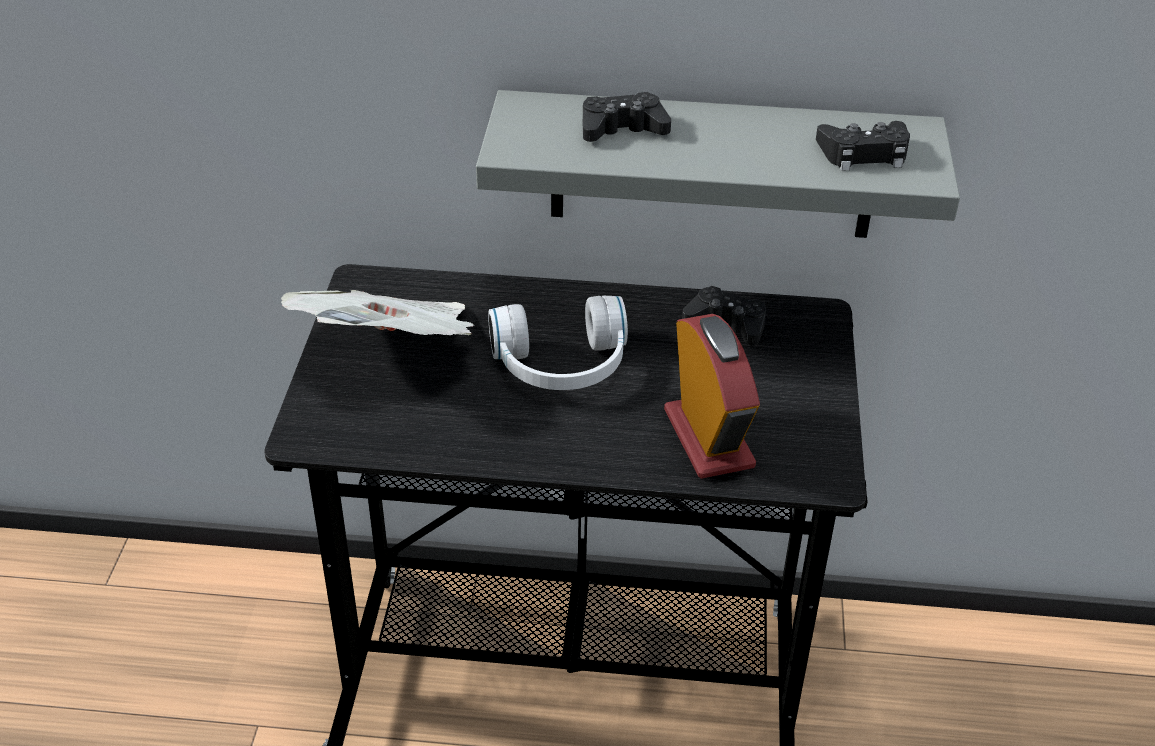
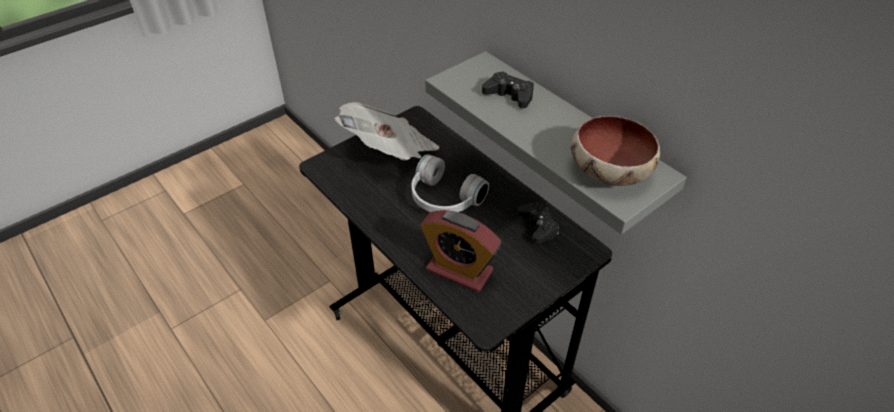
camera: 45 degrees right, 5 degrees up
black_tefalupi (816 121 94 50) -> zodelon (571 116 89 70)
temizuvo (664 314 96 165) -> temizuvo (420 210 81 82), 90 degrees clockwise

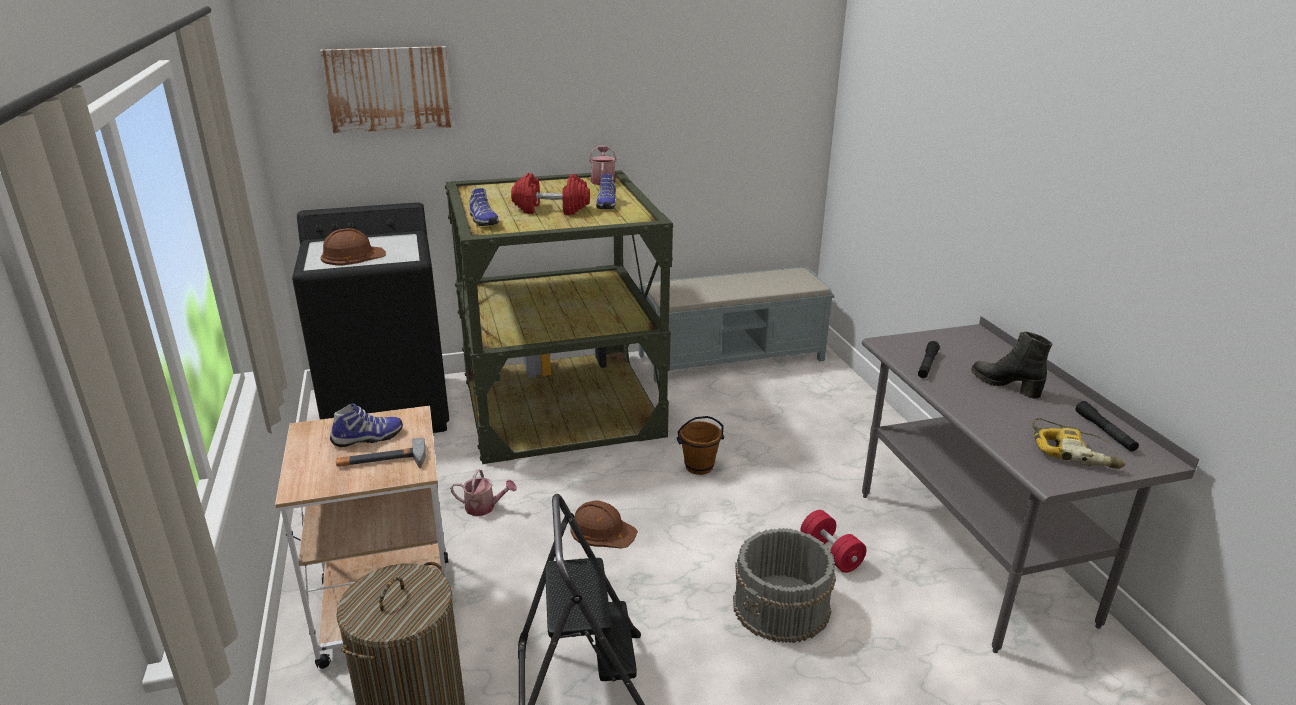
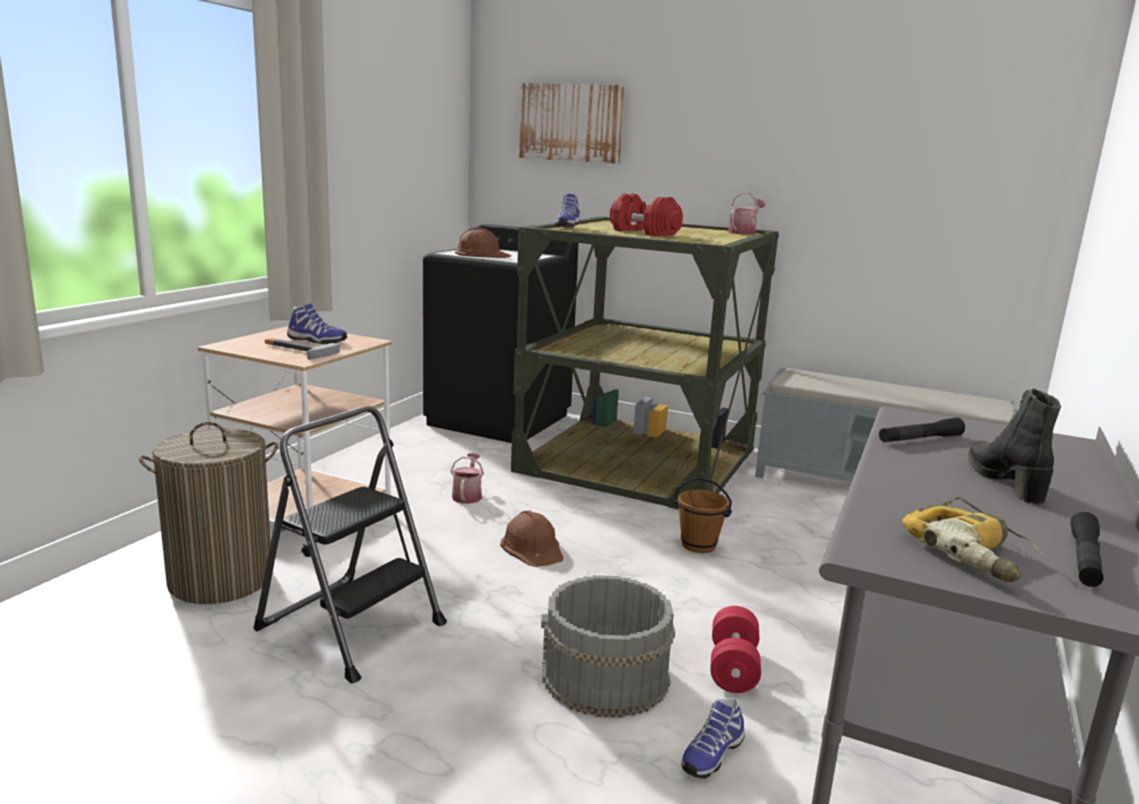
camera: 40 degrees right, 10 degrees down
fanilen (596 174 20 35) -> fanilen (681 698 64 81), shifted
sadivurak (450 469 67 47) -> sadivurak (451 453 33 51), 135 degrees counterclockwise

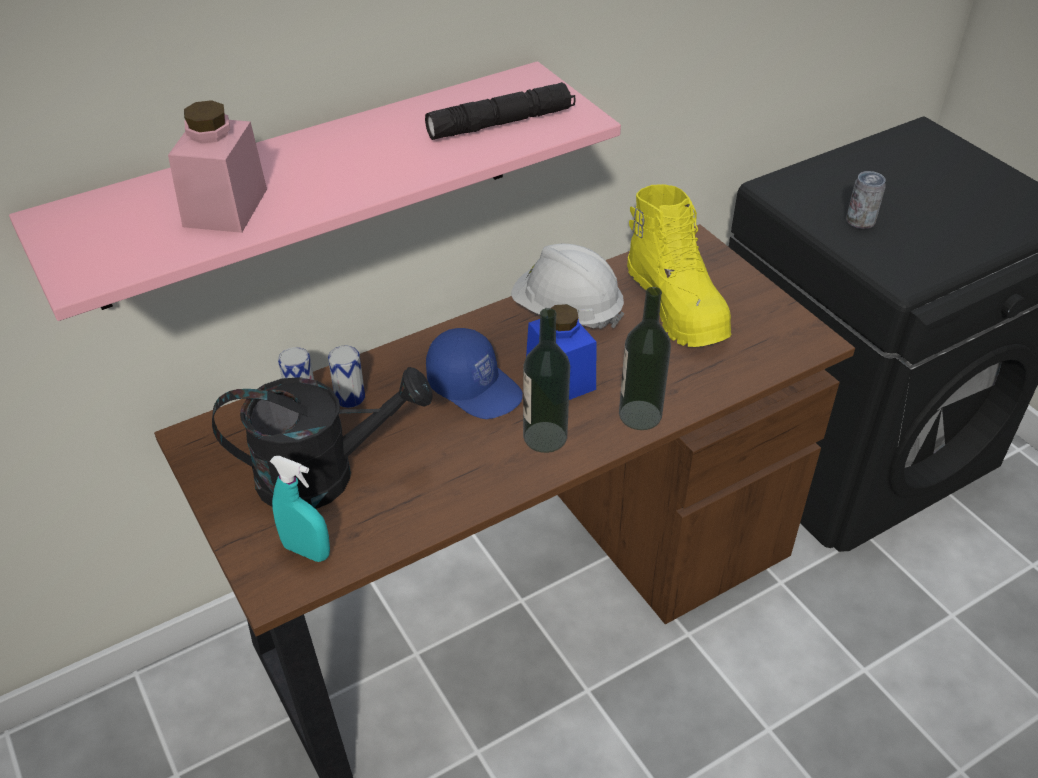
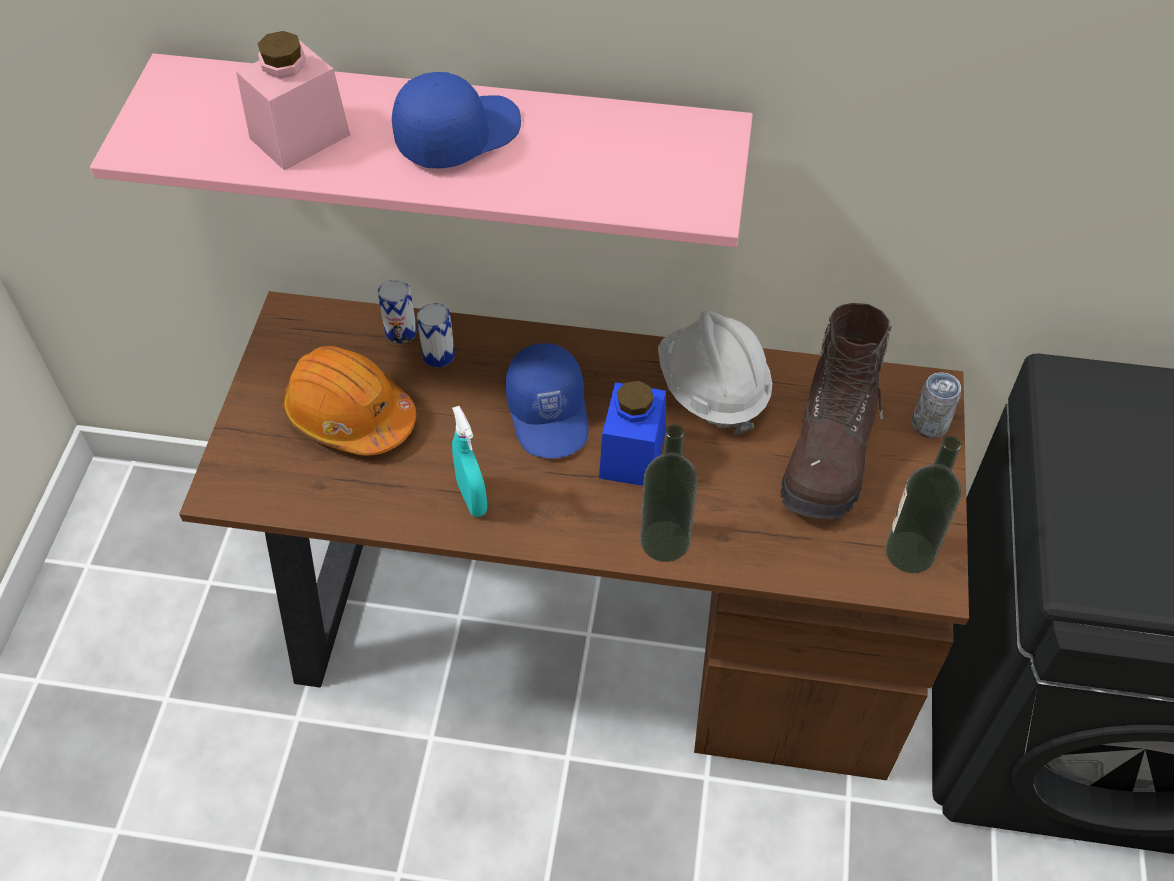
camera: 40 degrees right, 10 degrees up
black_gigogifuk (425 82 151 58) -> none
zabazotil (846 171 40 58) -> zabazotil (912 372 49 67), shifted
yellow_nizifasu (627 184 104 163) -> brown_nizifasu (780 303 112 216)
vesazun (523 308 47 145) -> vesazun (885 436 76 137), shifted
black_sadivurak (212 367 221 142) -> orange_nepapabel (282 346 134 109)
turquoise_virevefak (270 456 60 106) -> turquoise_virevefak (452 406 35 111), shifted
none -> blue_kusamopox (392 72 129 96)

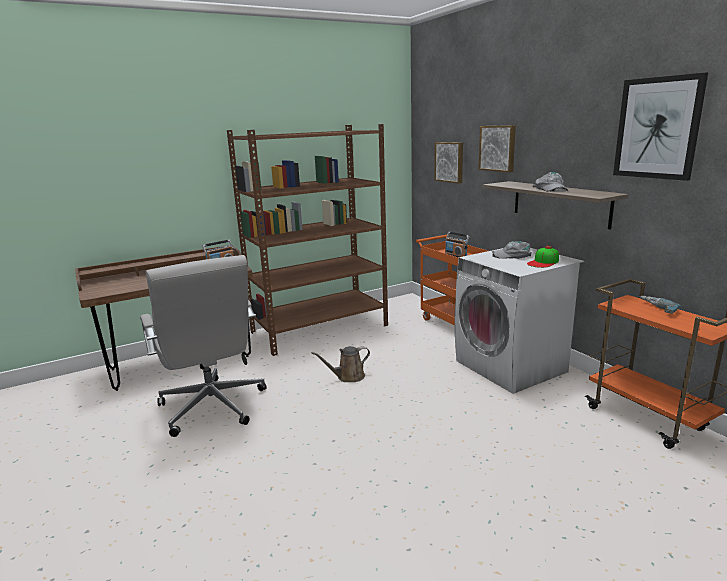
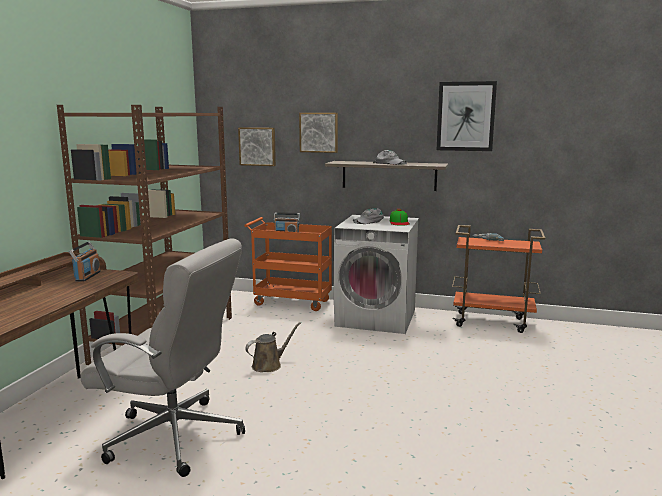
camera: 45 degrees left, 5 degrees down
brown_sadivurak (312 346 58 36) -> brown_sadivurak (245 322 56 50), 150 degrees counterclockwise

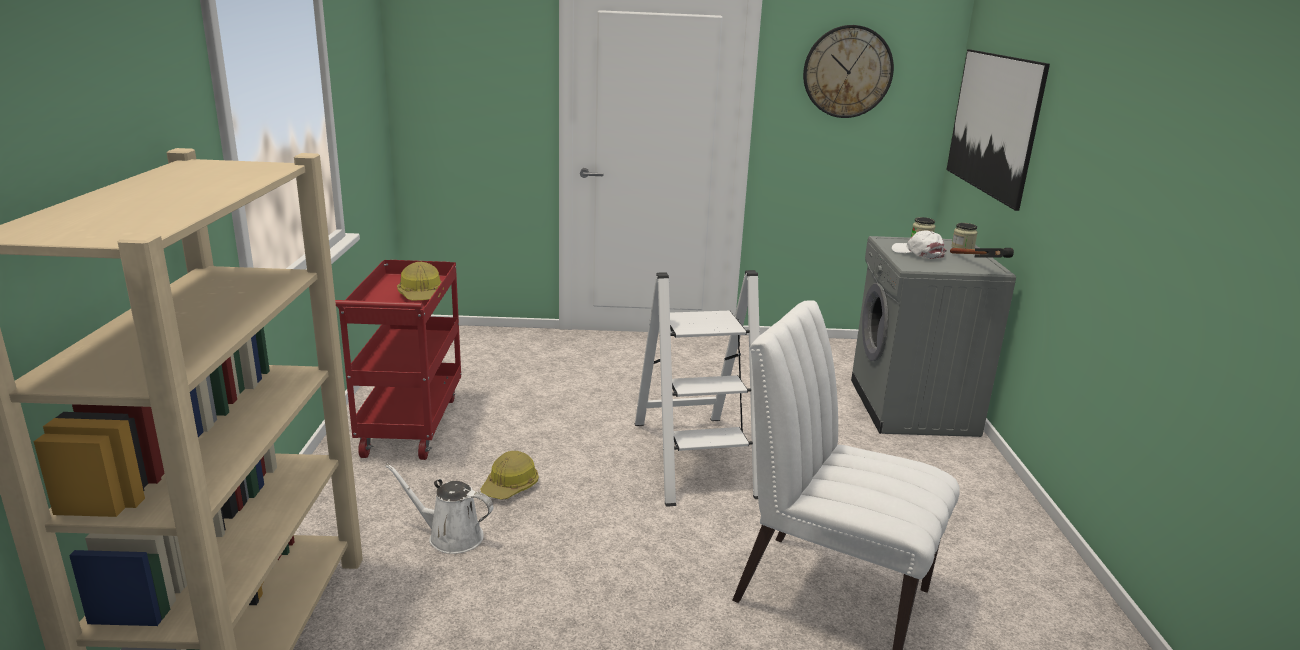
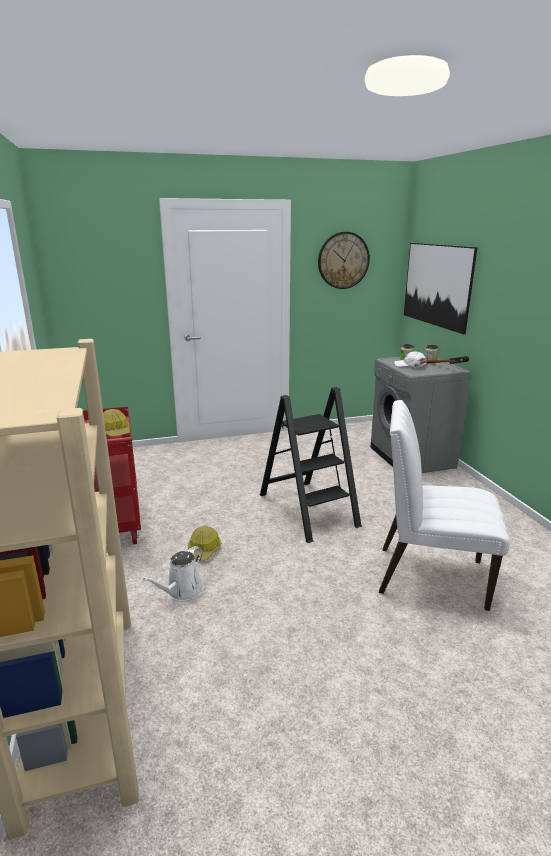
camera: 15 degrees left, 0 degrees up
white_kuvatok (635 270 125 237) -> black_kuvatok (260 387 102 156)
white_sadivurak (385 464 108 90) -> white_sadivurak (143 546 61 55), 60 degrees counterclockwise

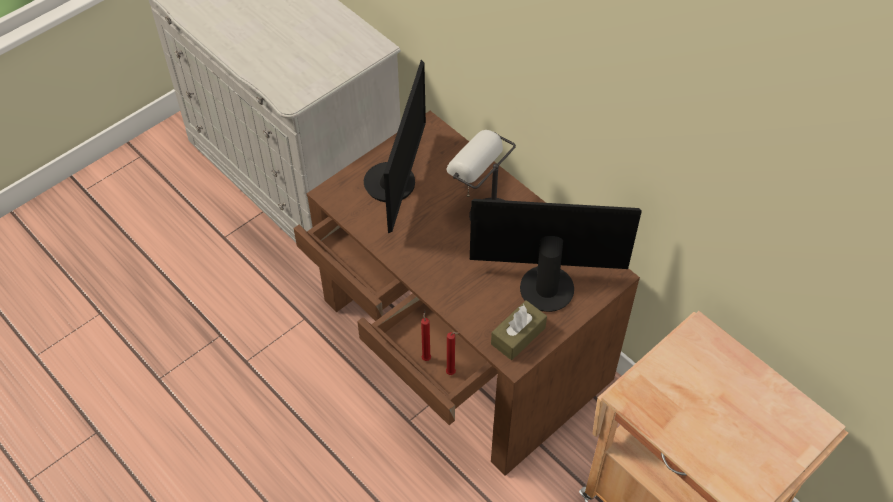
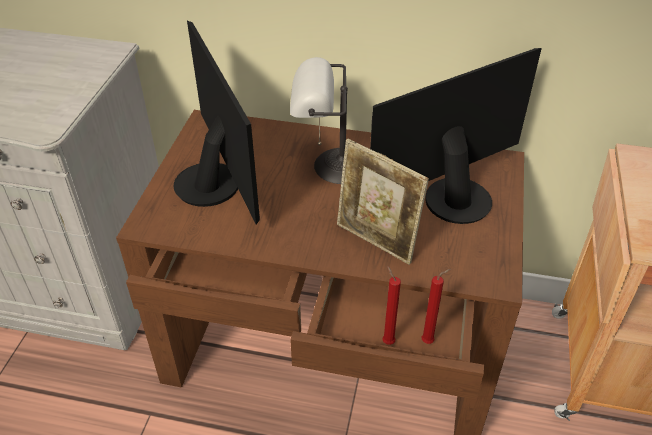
camera: 35 degrees left, 10 degrees down
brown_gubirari (491 300 56 60) -> none
none -> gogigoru (337 139 92 126)

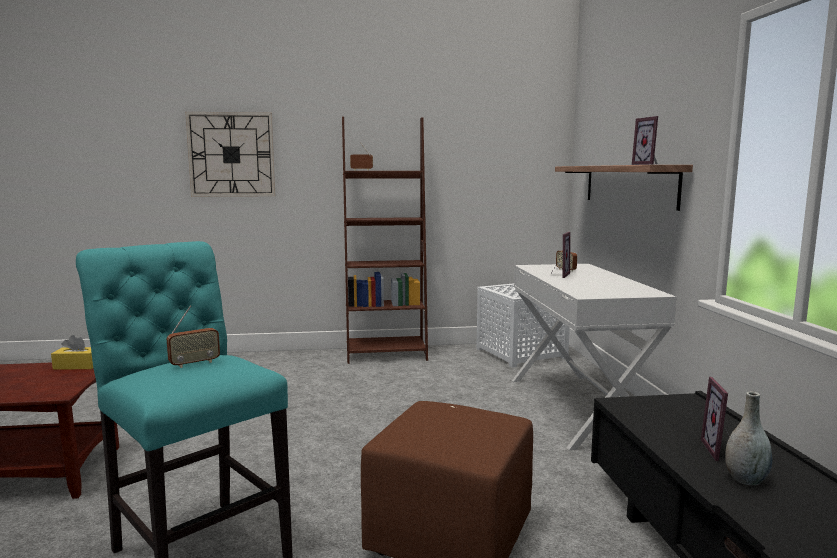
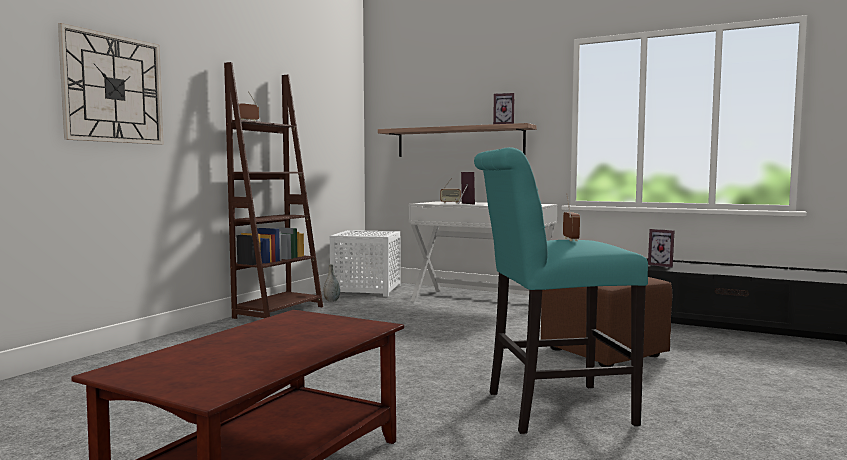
camera: 55 degrees left, 5 degrees down
yellow_gubirari (51 335 42 35) -> none
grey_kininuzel (725 391 47 95) -> grey_kininuzel (323 264 17 38), shifted

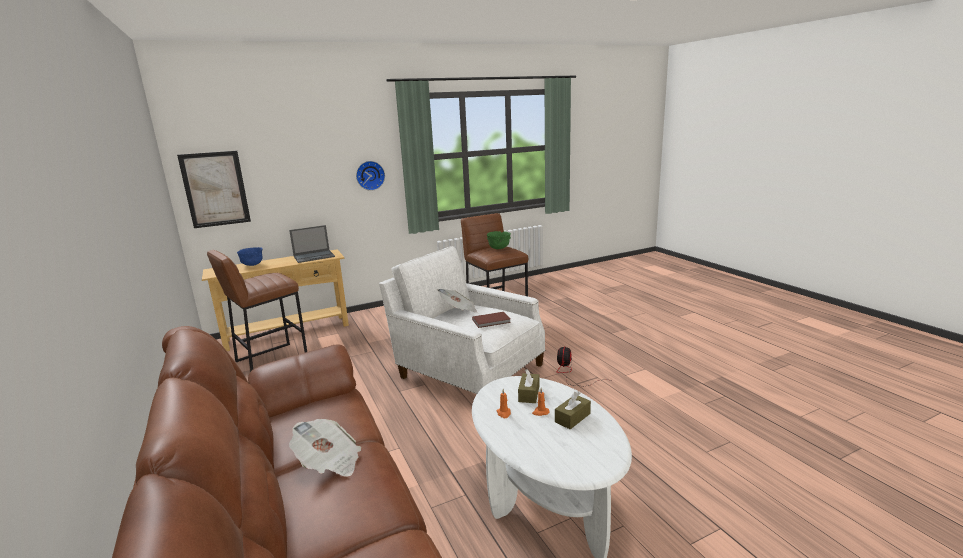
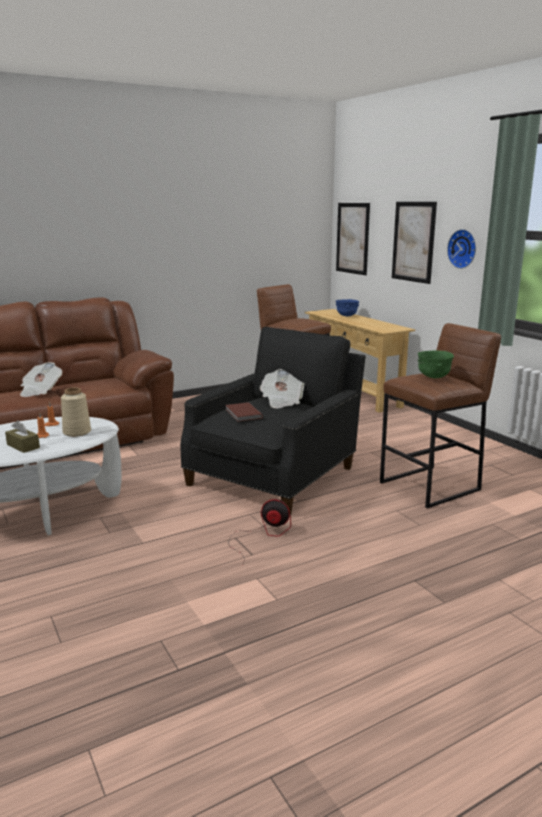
camera: 85 degrees right, 0 degrees up
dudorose (289 225 46 38) -> none
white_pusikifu (379 246 166 148) -> black_pusikifu (180 327 186 188)
brown_gubirari (518 369 21 34) -> beige_kininuzel (61 387 30 50)
none -> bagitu (392 202 45 82)

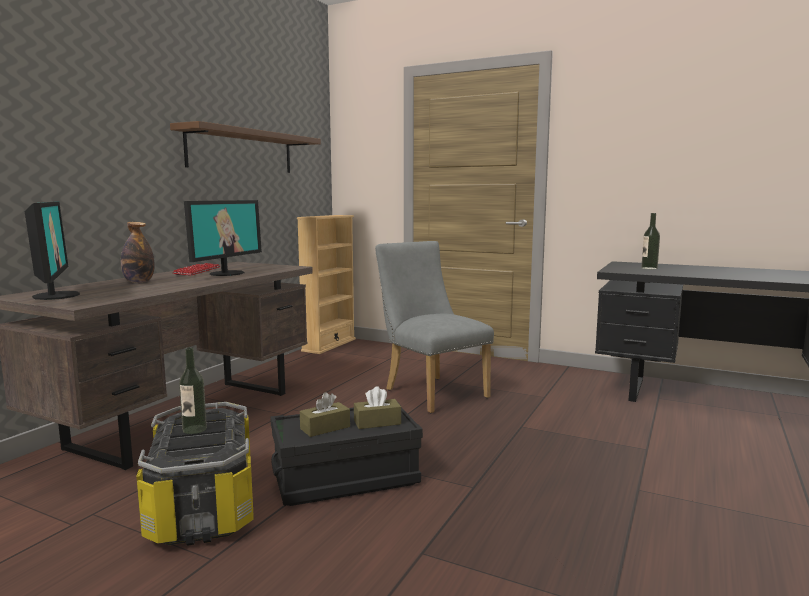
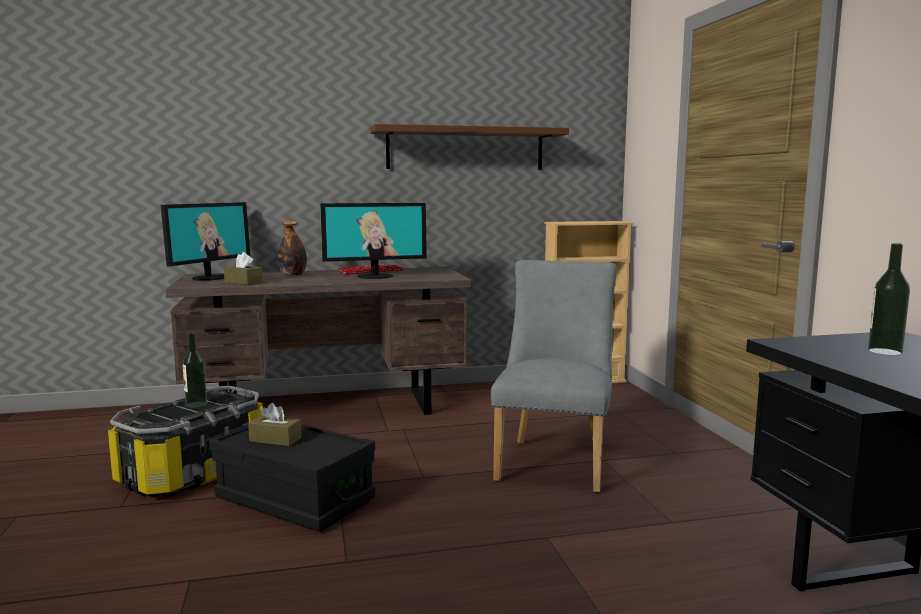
camera: 50 degrees right, 0 degrees up
brown_gubirari (354 386 47 43) -> brown_gubirari (224 252 39 33), shifted

